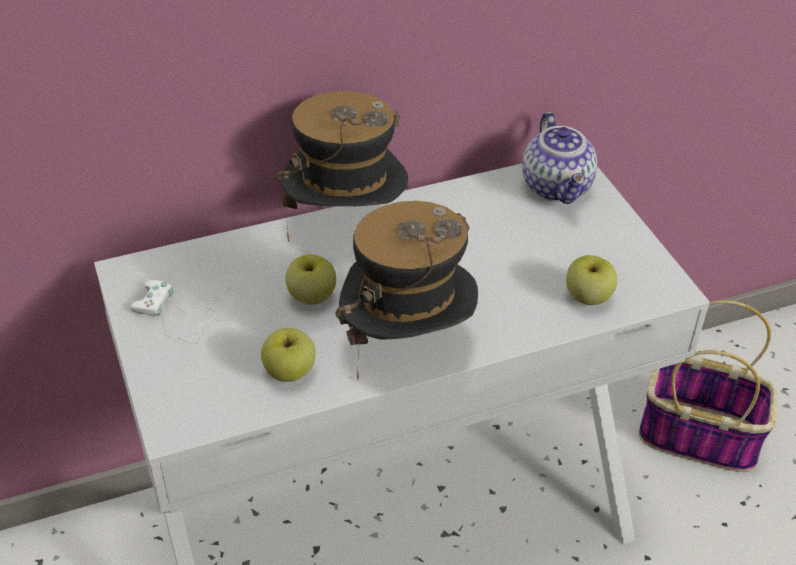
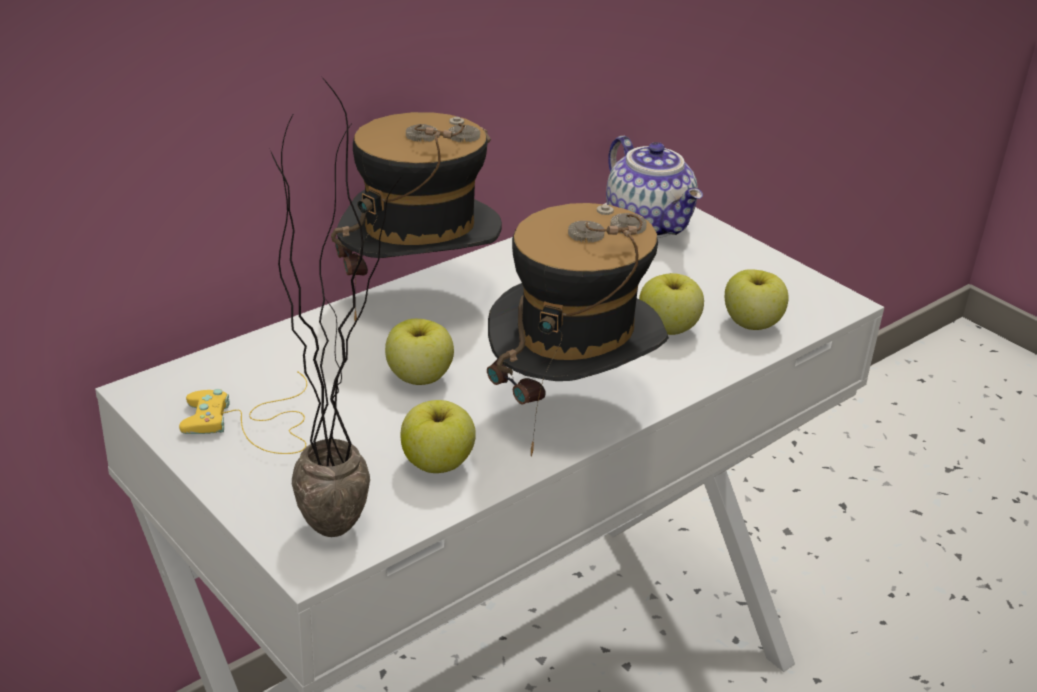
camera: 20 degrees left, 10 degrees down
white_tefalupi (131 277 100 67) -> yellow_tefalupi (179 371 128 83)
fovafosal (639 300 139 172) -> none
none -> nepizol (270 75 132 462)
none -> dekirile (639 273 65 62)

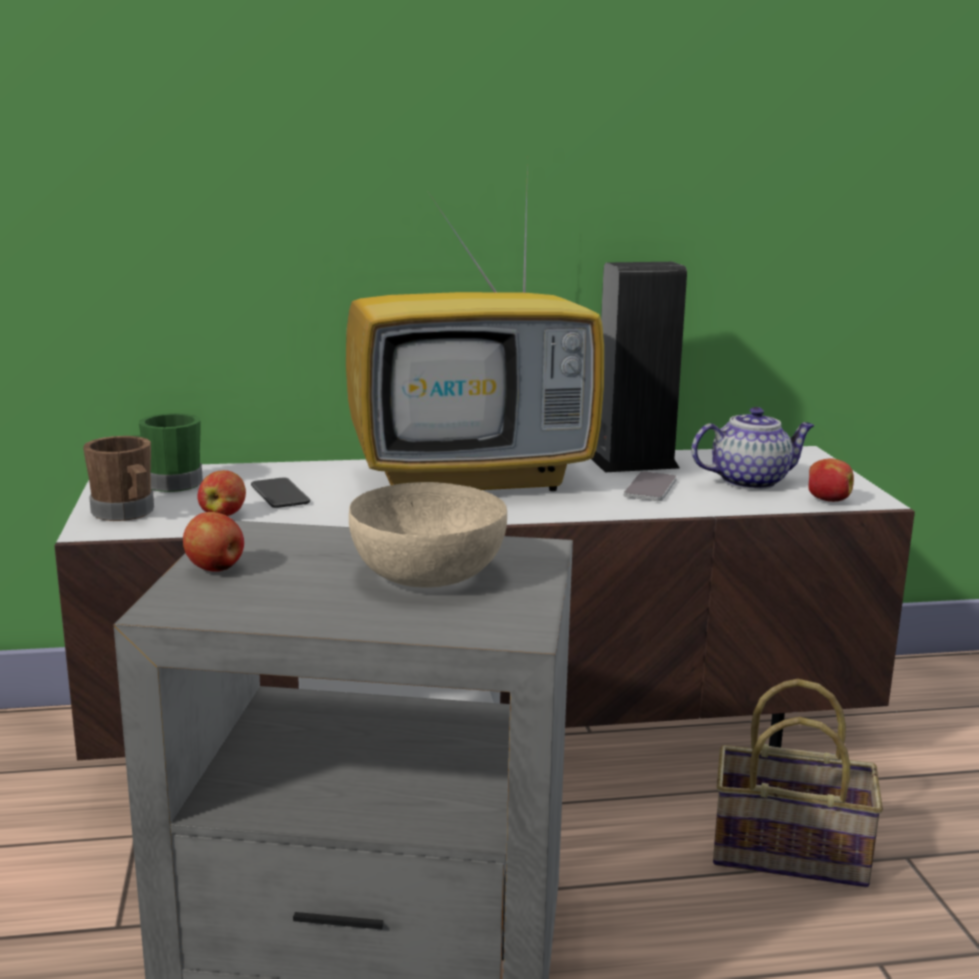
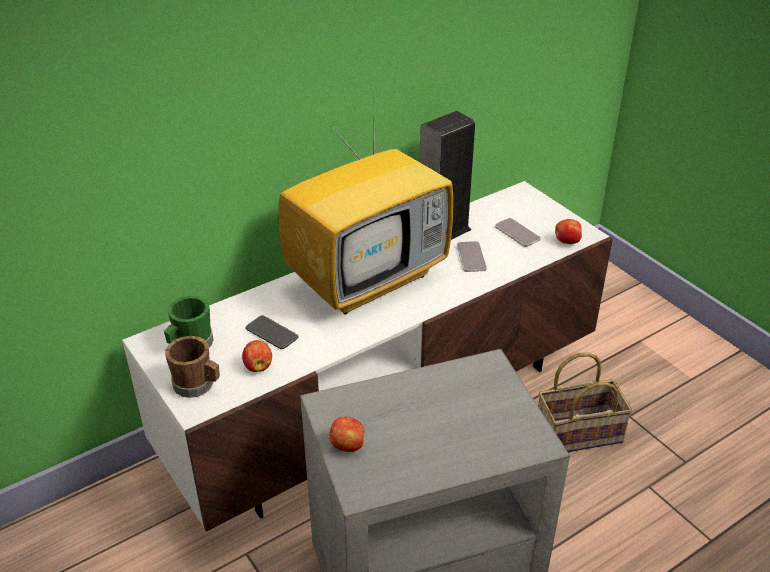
camera: 25 degrees left, 20 degrees up
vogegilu (691 407 124 83) -> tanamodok (495 218 46 29)
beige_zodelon (349 482 158 106) -> none

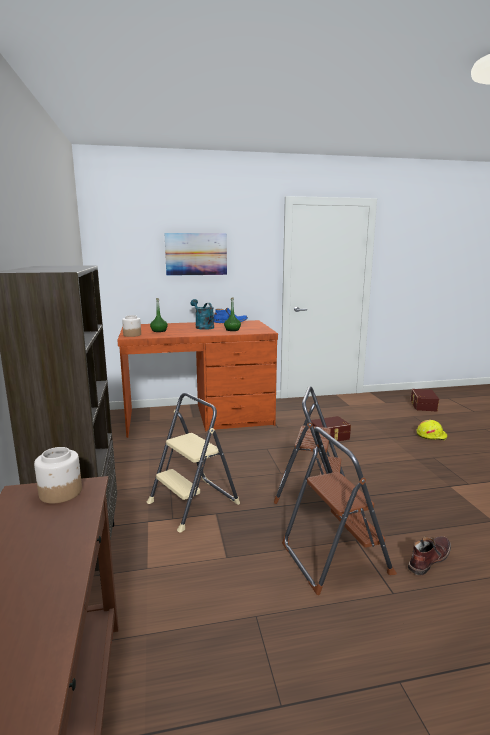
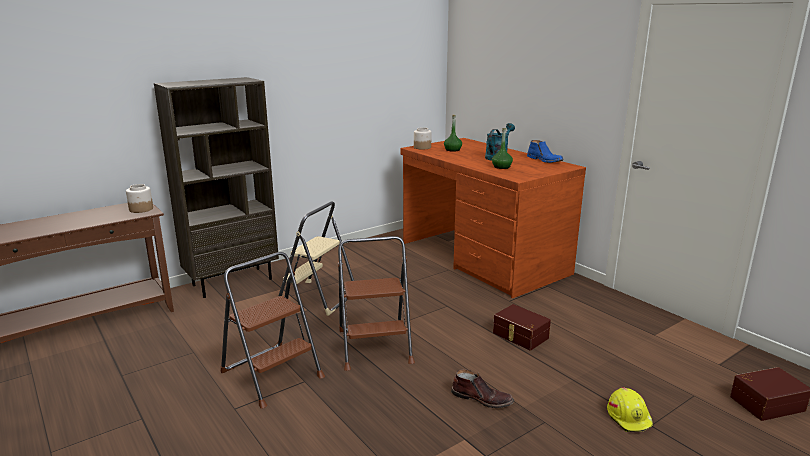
camera: 65 degrees right, 5 degrees up
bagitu (164 233 63 43) -> none
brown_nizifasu (408 536 43 39) -> brown_nizifasu (451 369 63 39), shifted

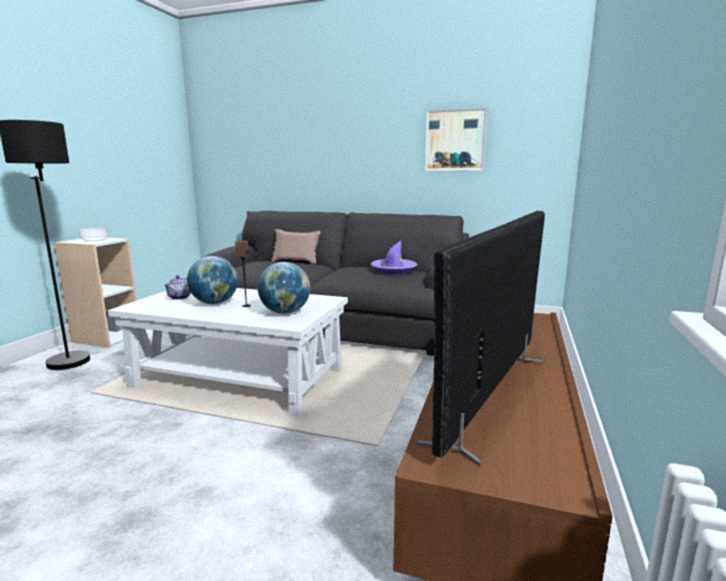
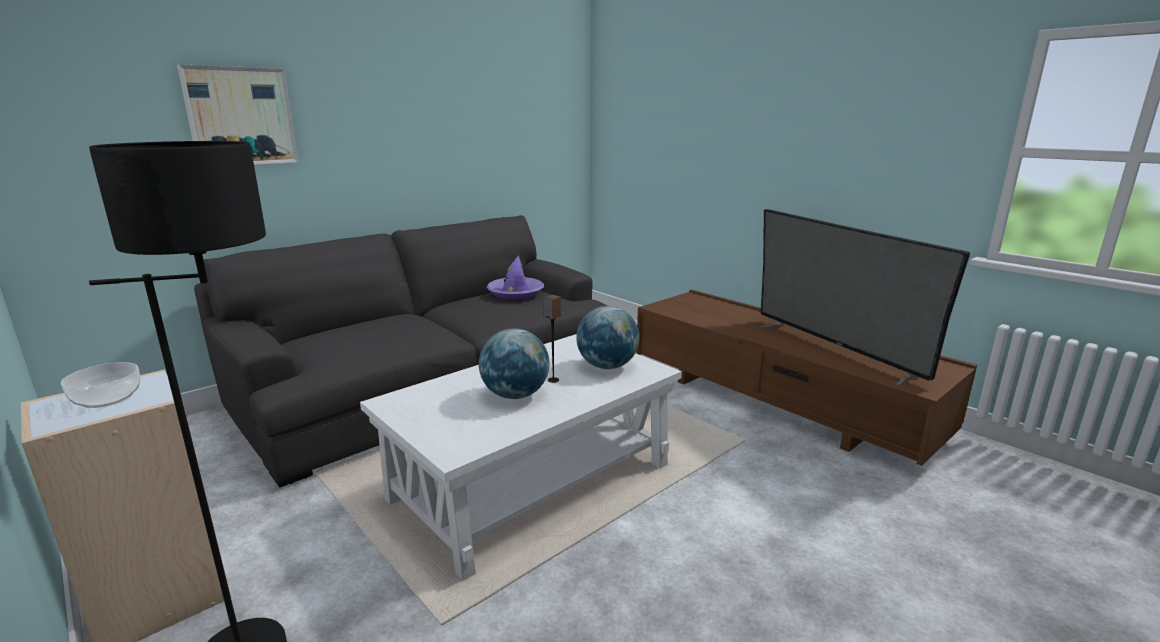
camera: 60 degrees left, 5 degrees up
bagitu (425 108 62 63) -> bagitu (177 64 121 101), shifted
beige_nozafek (271 229 50 35) -> none
vogegilu (164 275 27 25) -> none

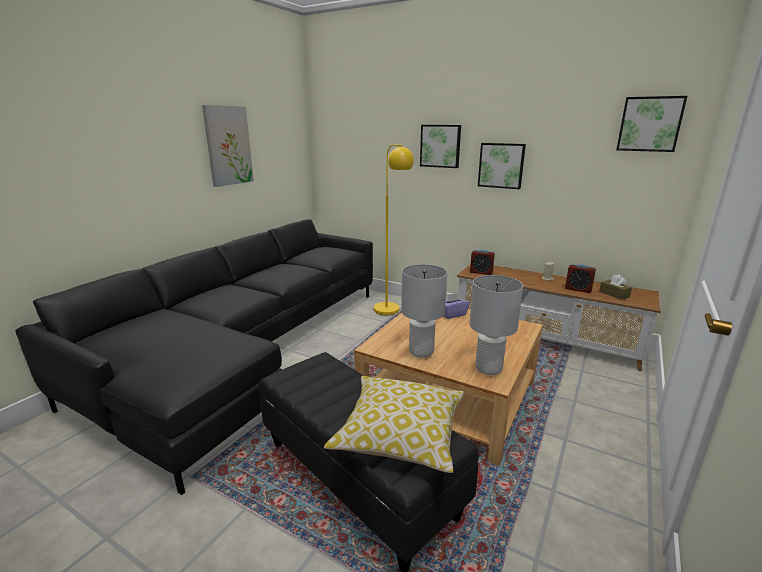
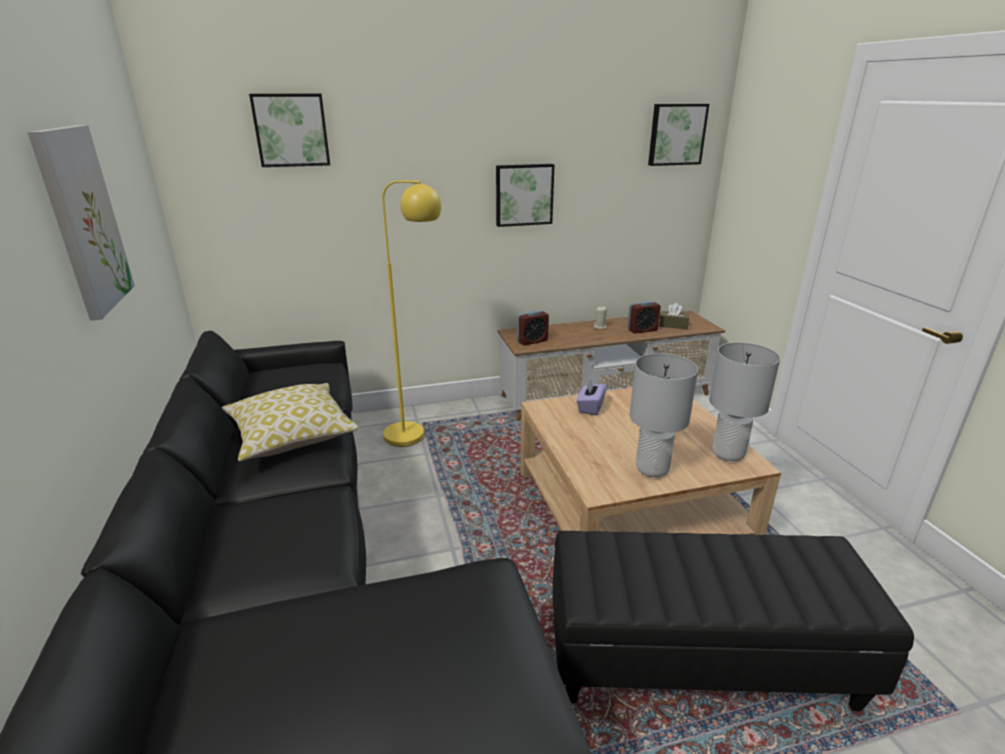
camera: 45 degrees left, 5 degrees up
bagitu (420 125 41 43) -> bagitu (249 94 81 73), shifted
nozafek (324 376 140 97) -> nozafek (221 383 138 78), shifted

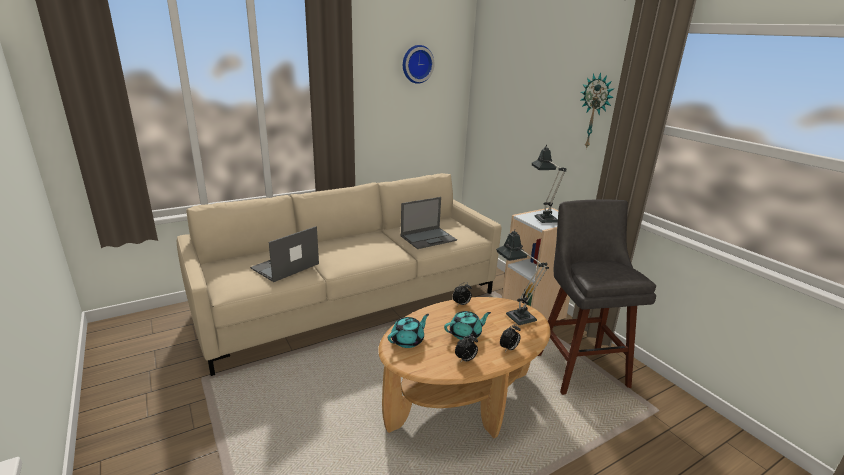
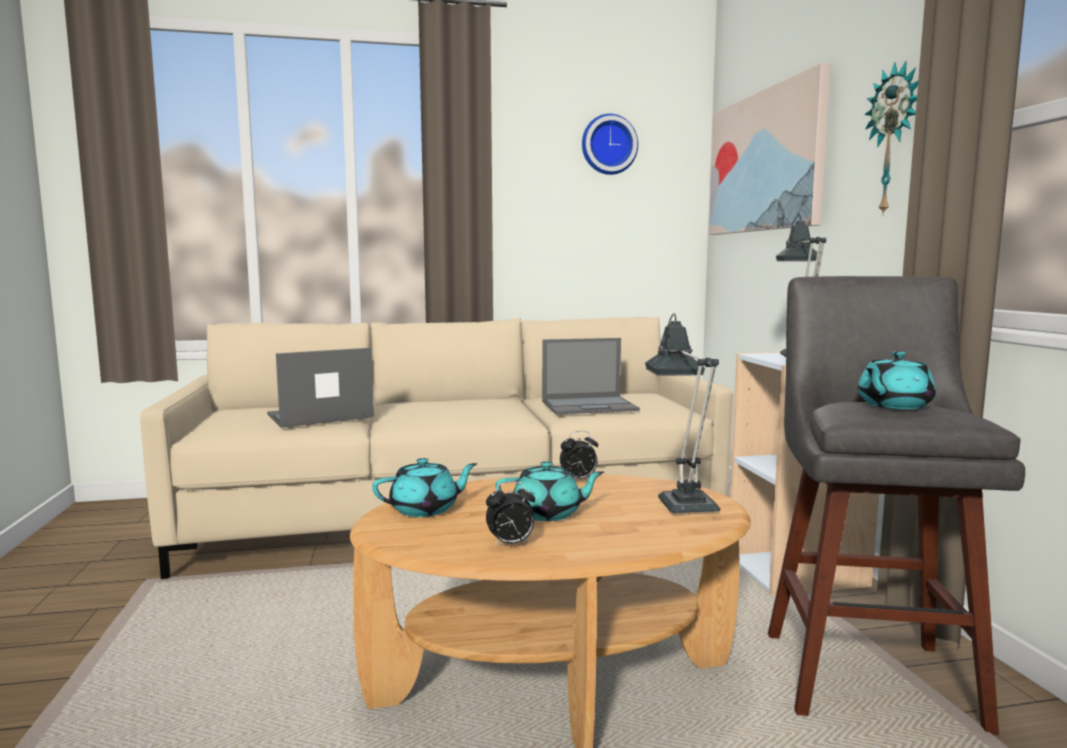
camera: 20 degrees right, 15 degrees down
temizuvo (500 324 21 28) -> none
none -> bagitu (709 63 122 172)
none -> turquoise_vogegilu (858 351 78 58)

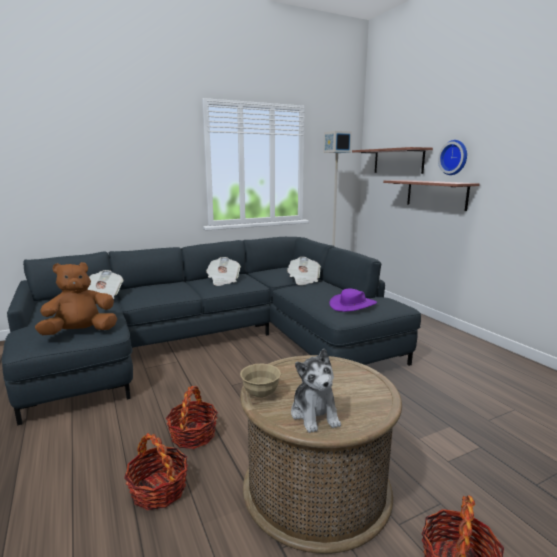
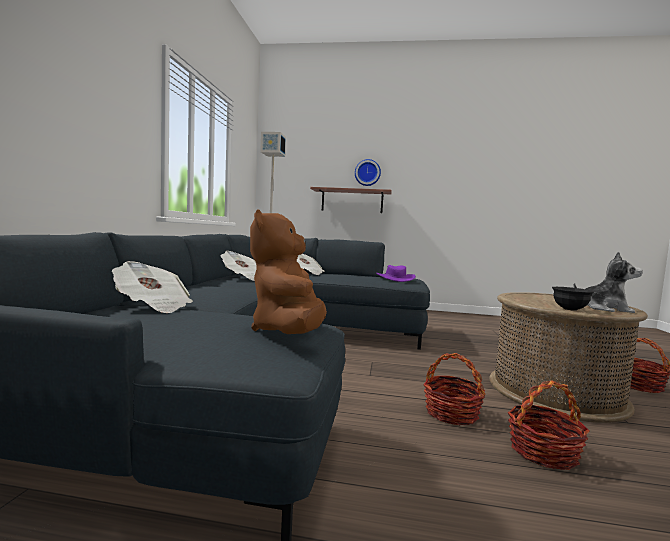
camera: 55 degrees left, 10 degrees down
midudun (352 147 81 27) -> none
beige_zodelon (240 364 41 34) -> black_zodelon (552 287 42 24)

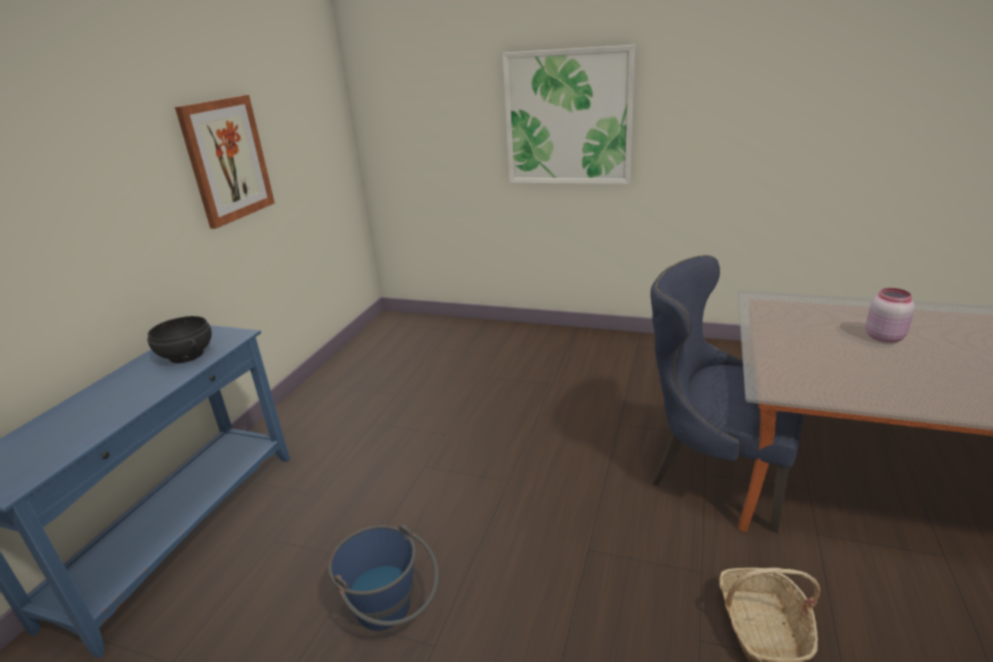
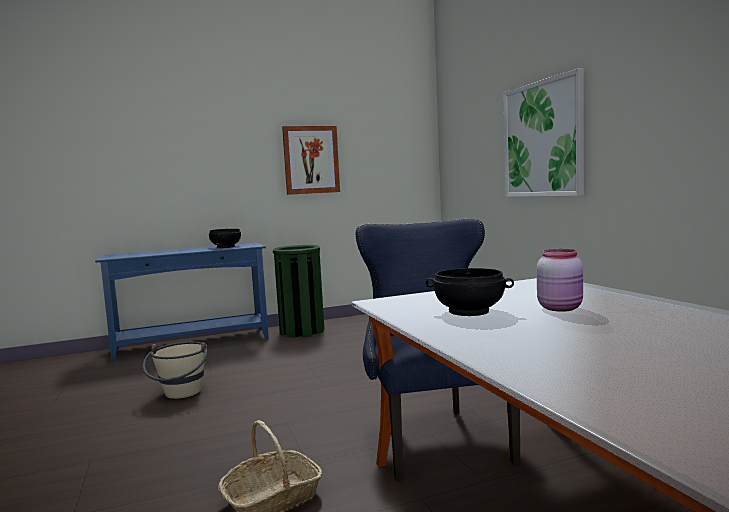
camera: 50 degrees right, 20 degrees down
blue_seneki (328 524 111 106) -> beige_seneki (142 342 65 57)
none -> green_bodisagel (273 245 51 93)
none -> black_zodelon (426 268 88 48)

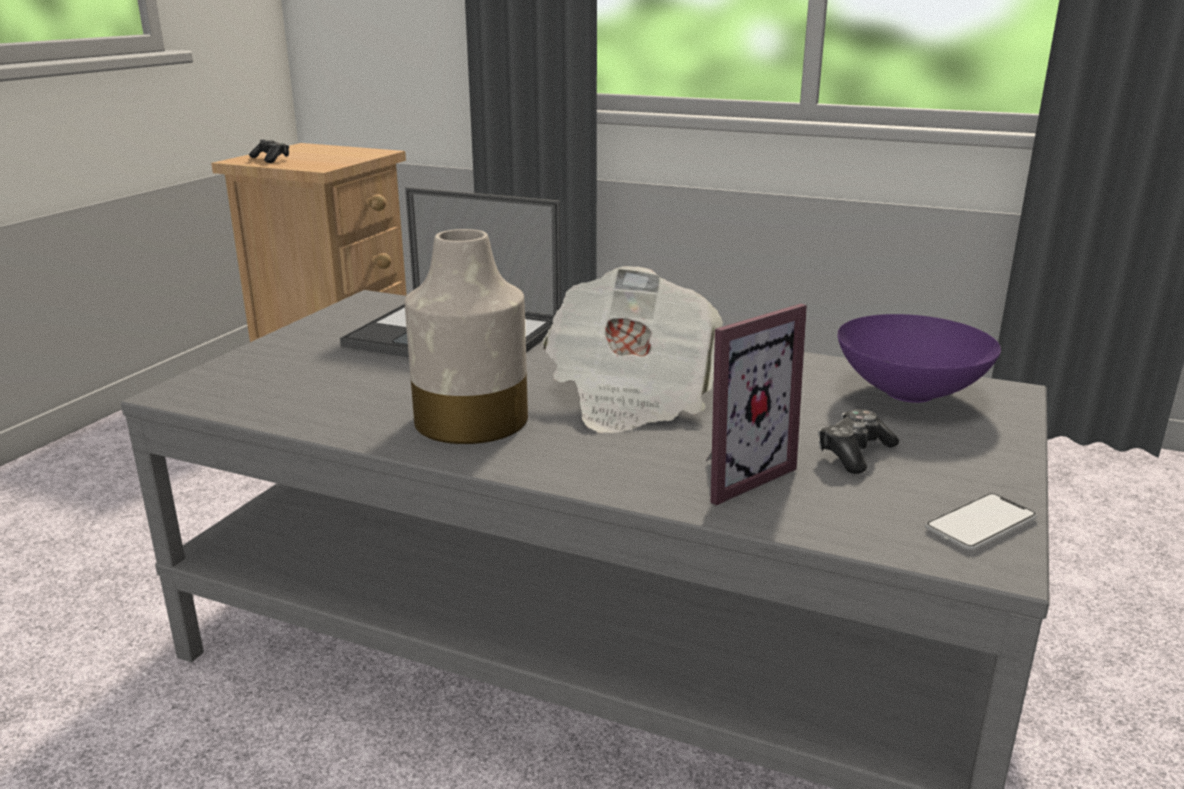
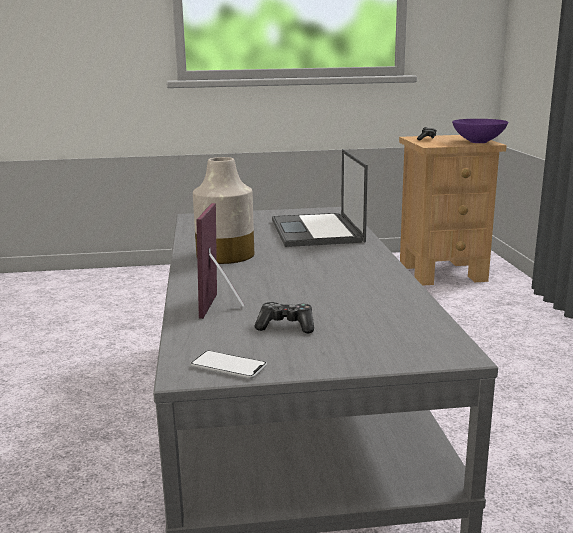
camera: 60 degrees right, 5 degrees down
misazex (543 266 180 167) -> none
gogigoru (705 303 102 202) -> gogigoru (196 203 48 116), 75 degrees clockwise
purple_zodelon (837 314 164 89) -> purple_zodelon (452 119 56 24), shifted

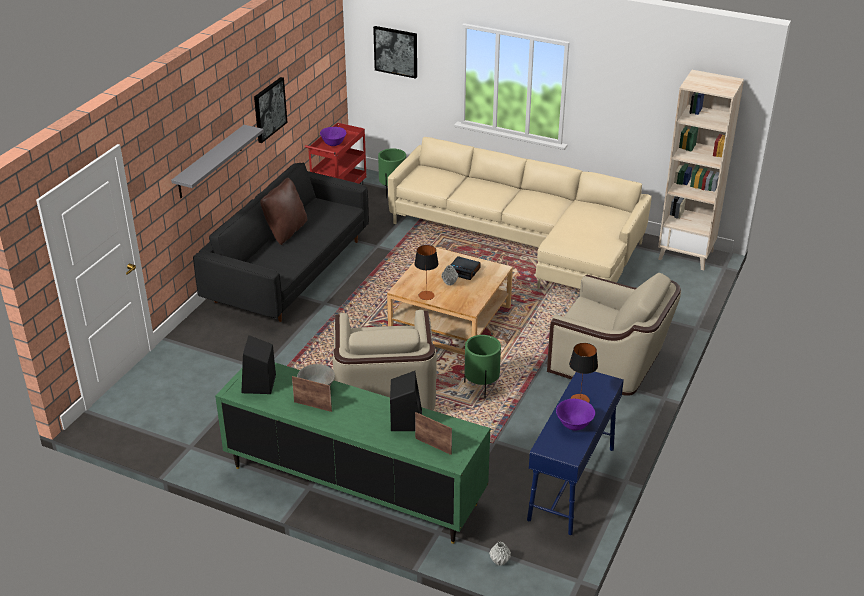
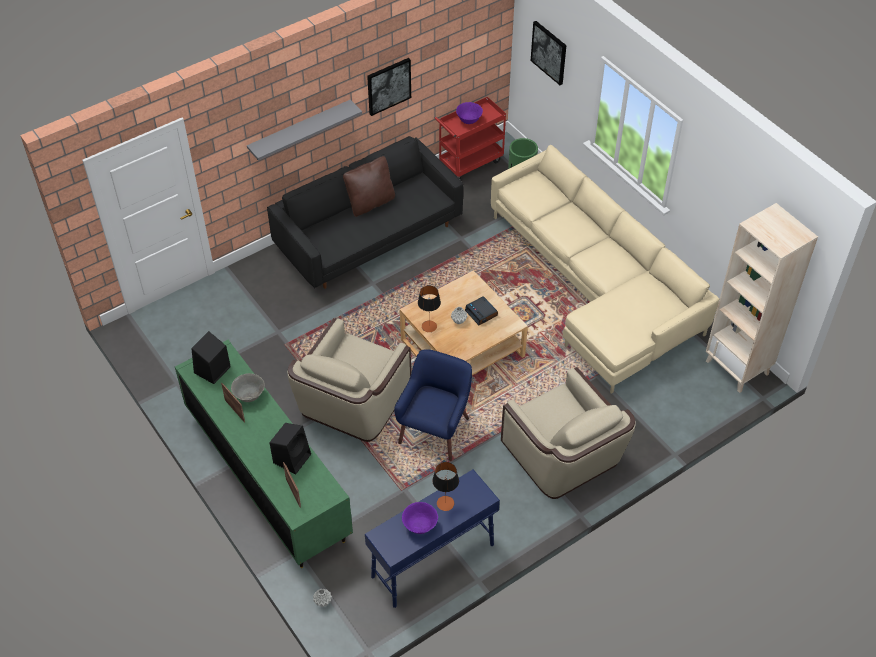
camera: 30 degrees right, 15 degrees up
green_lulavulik (464 335 37 63) -> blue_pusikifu (394 349 78 112)

